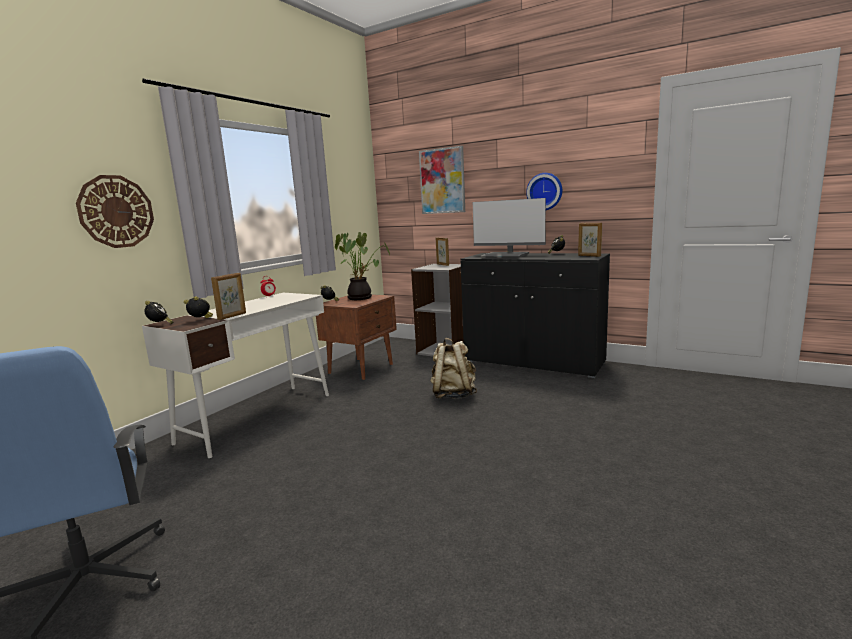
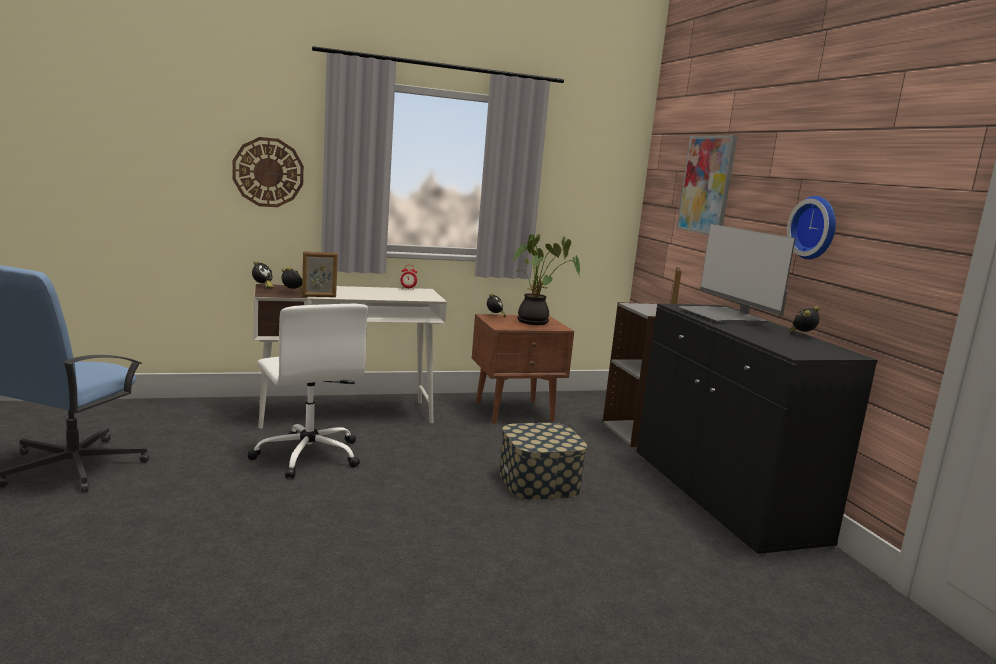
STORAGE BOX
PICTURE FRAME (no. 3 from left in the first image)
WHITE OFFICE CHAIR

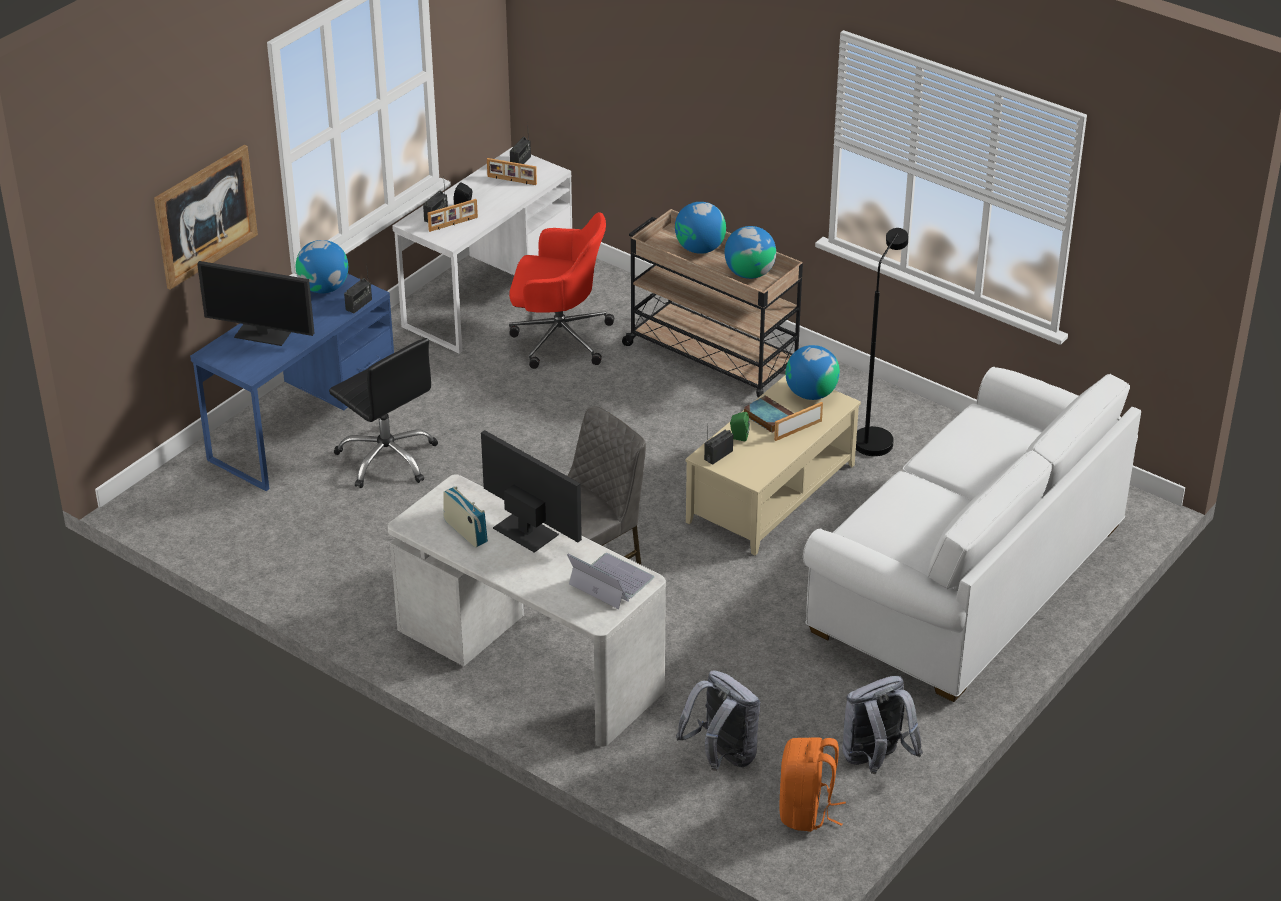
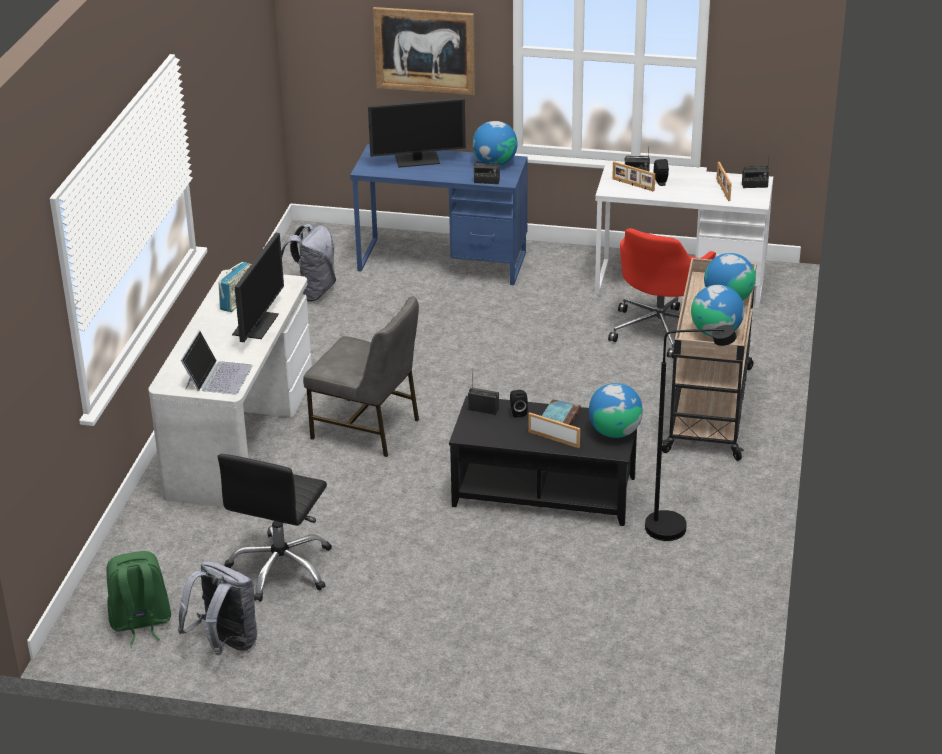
MONITOR (no. 2 from left)
BLACK OFFICE CHAIR
RED OFFICE CHAIR
GREY BACKPACK (no. 2 from left)
BLACK COFFEE TABLE
BLACK SPEAKER (no. 1 from left)
GREEN BACKPACK
WHITE SOFA

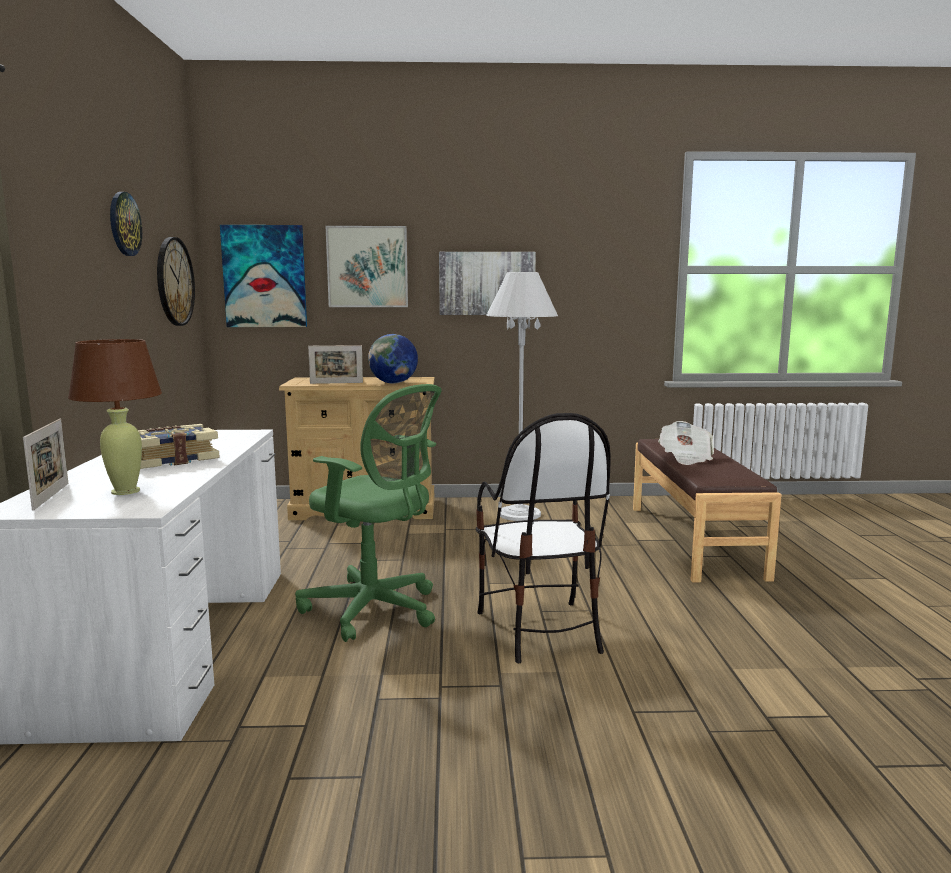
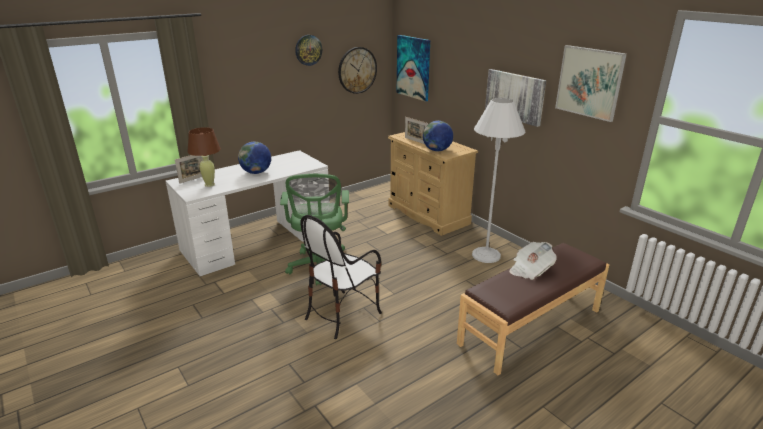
GLOBE (no. 1 from left)
PICTURE (no. 3 from left)

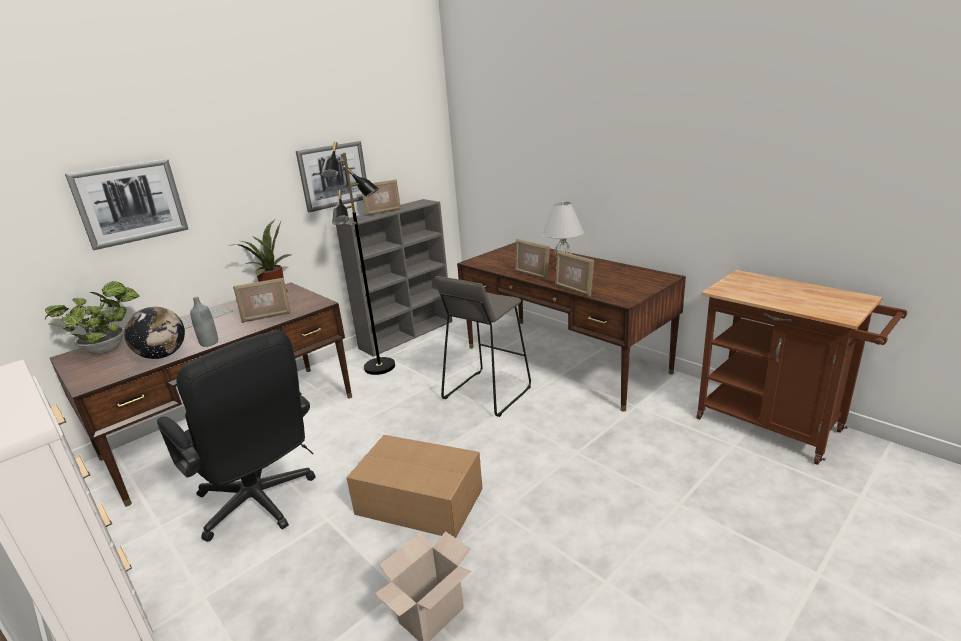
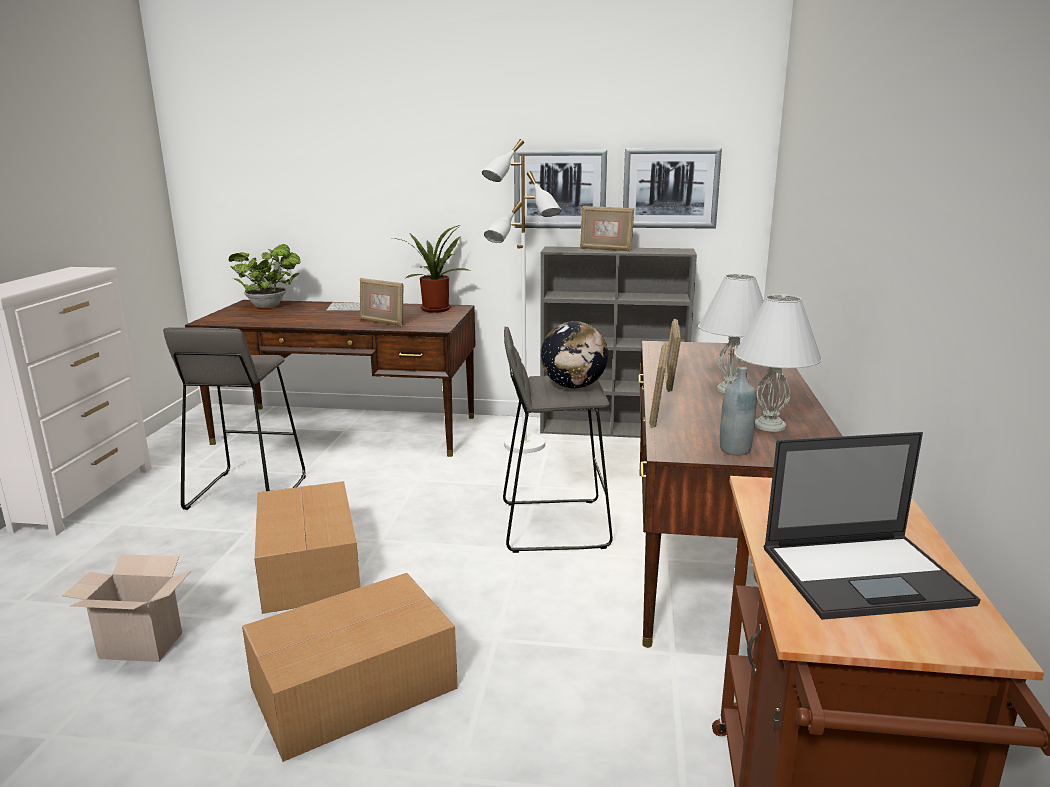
PICTURE (no. 2 from left)
GLOBE
GREY STOOL (no. 1 from left)
GREY BOTTLE
WHITE FLOOR LAMP
CARDBOARD BOX (no. 3 from left)
WHITE TABLE LAMP (no. 2 from left)
LAPTOP

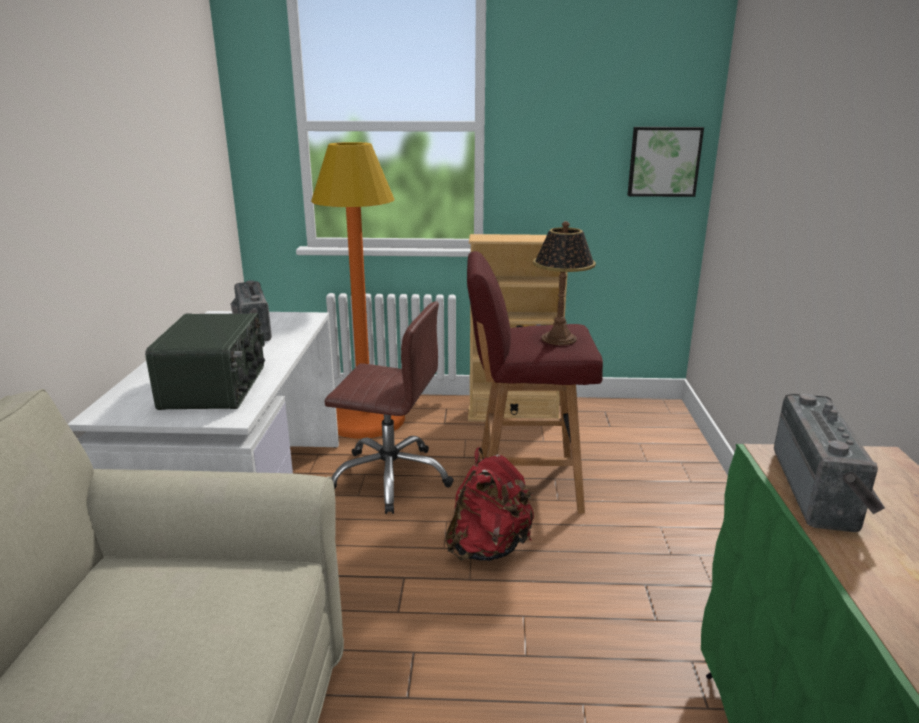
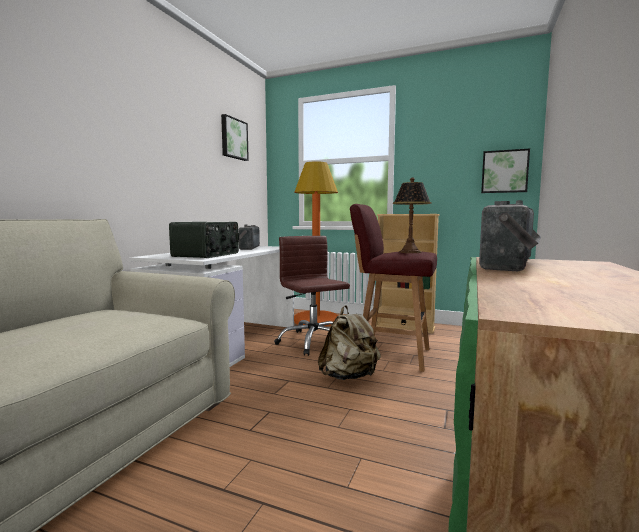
BROWN OFFICE CHAIR
BEIGE BACKPACK
PICTURE (no. 1 from left)

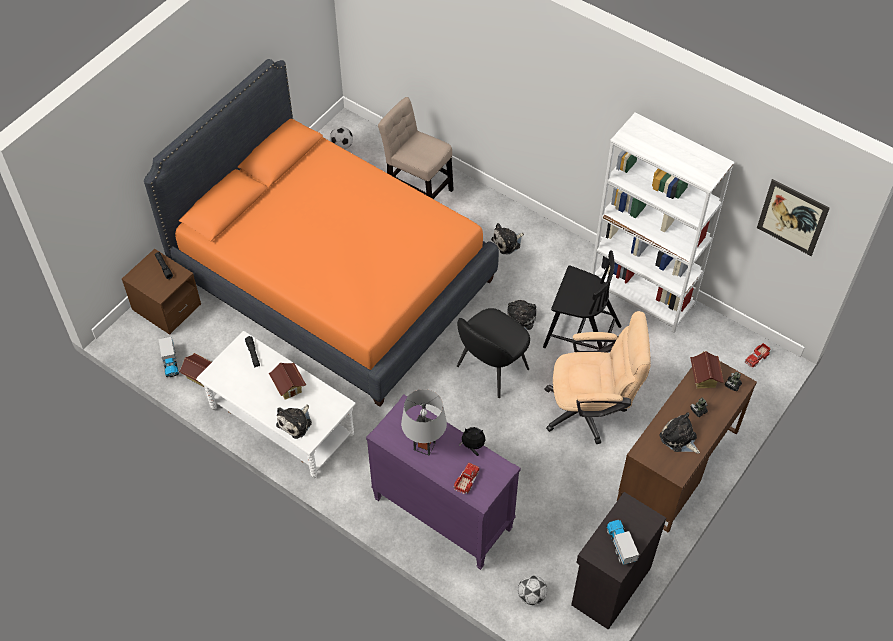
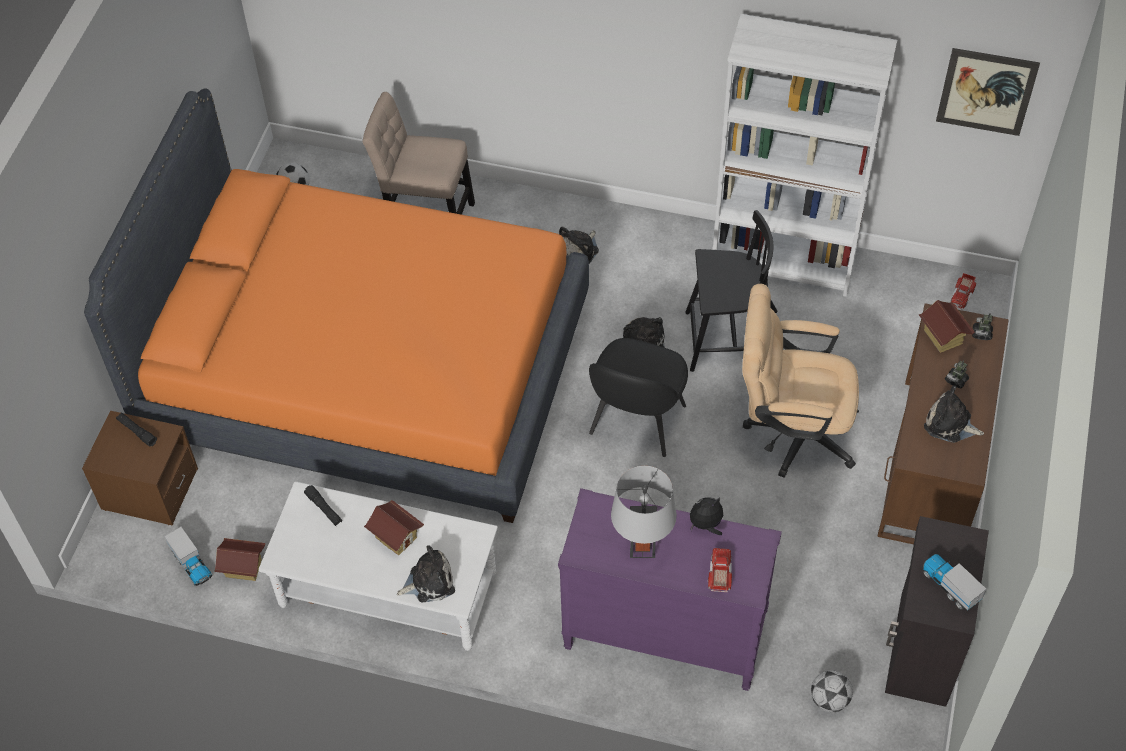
PLUSH TOY (no. 1 from left)
BEIGE OFFICE CHAIR

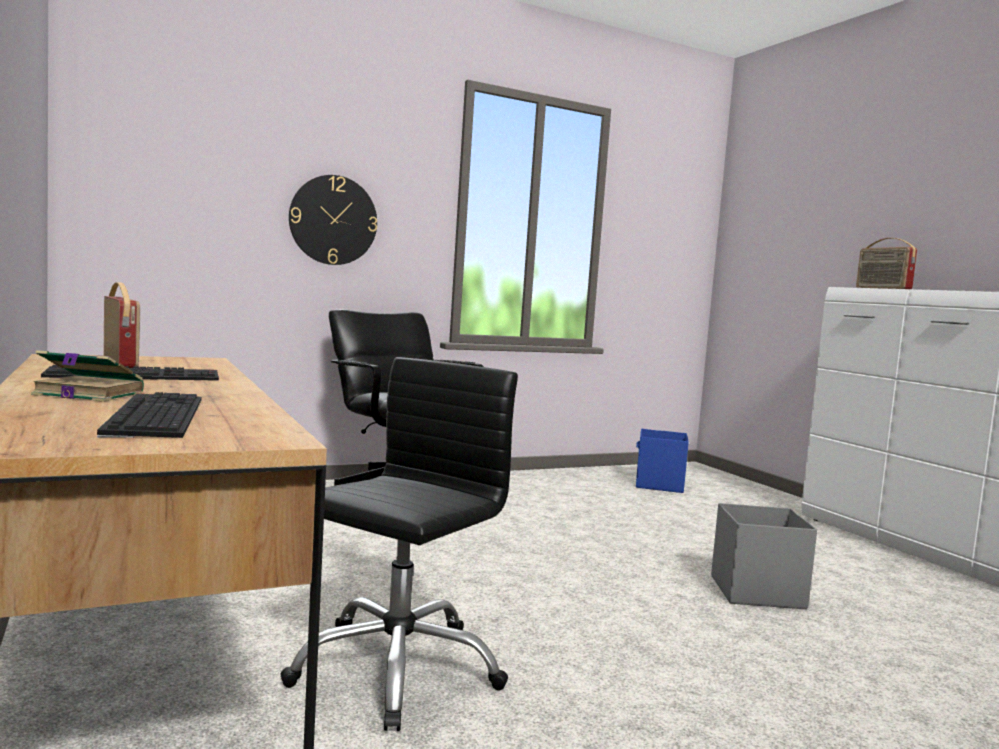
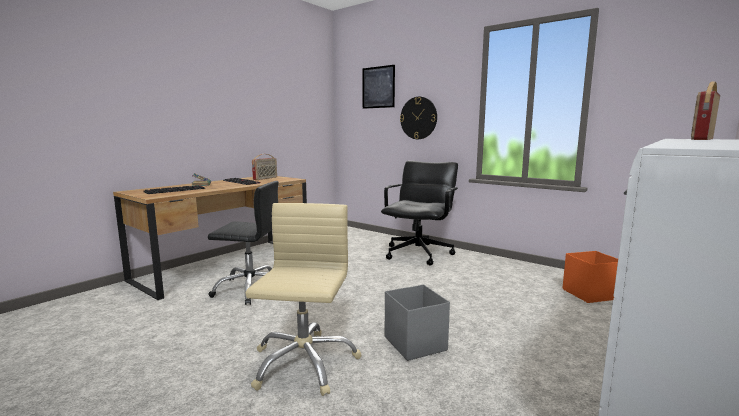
ORANGE STORAGE BOX
BEIGE OFFICE CHAIR
PICTURE

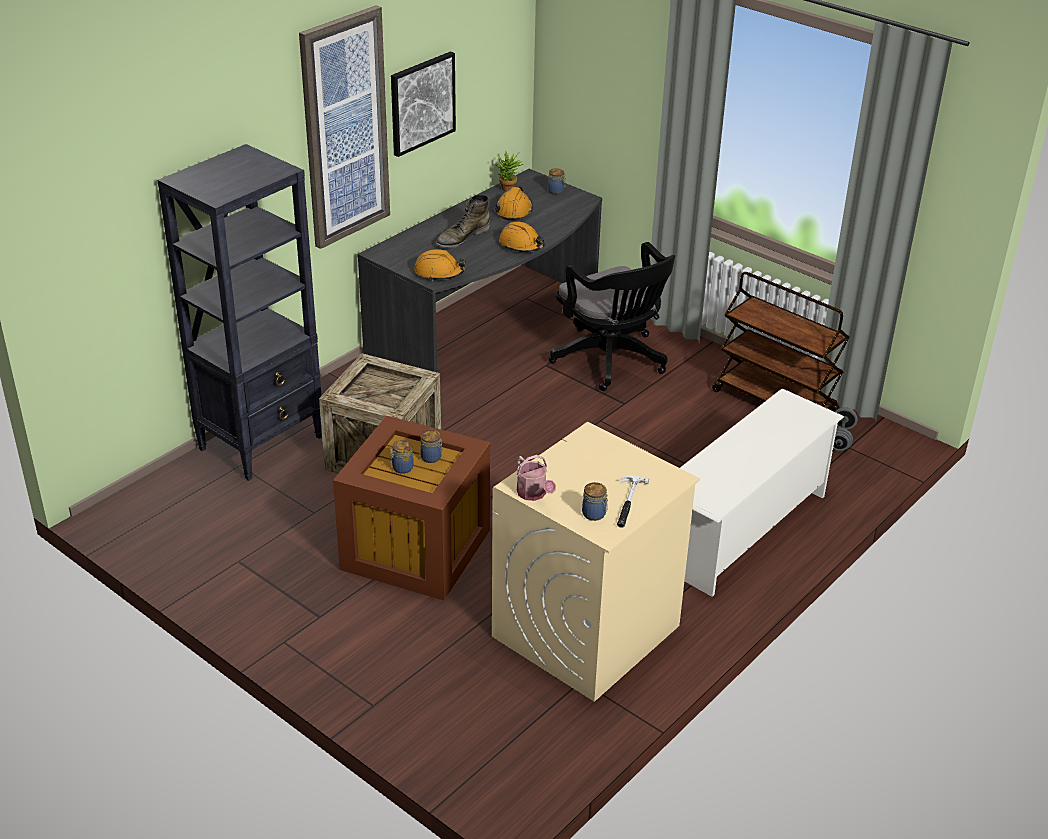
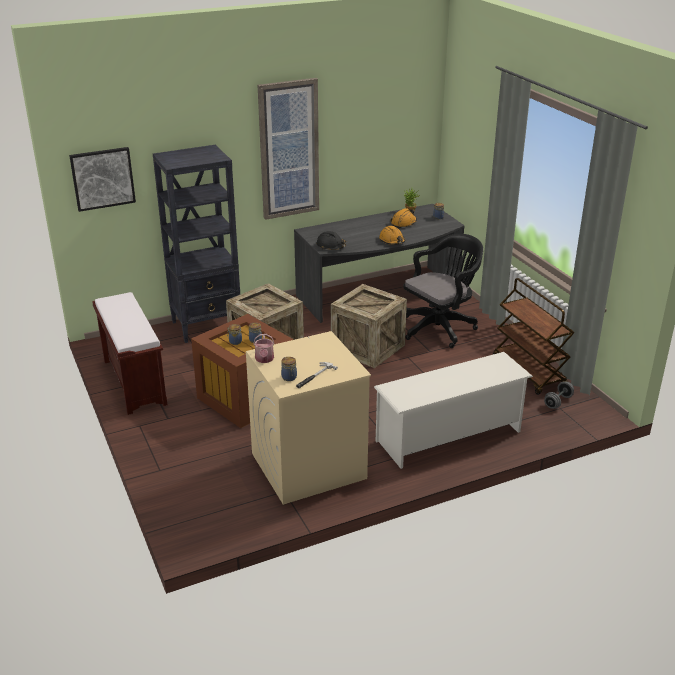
PICTURE (no. 1 from left)
BLACK HARD HAT
GREEN BOOT
BLACK OFFICE CHAIR
BROWN BENCH
CRATE (no. 2 from left)

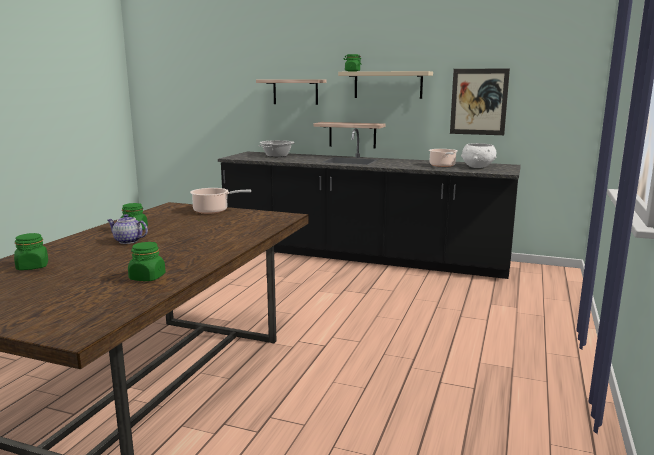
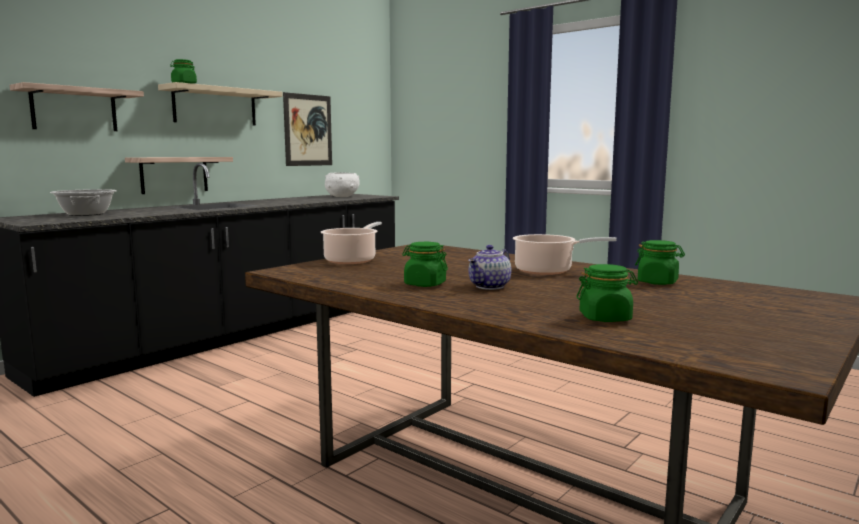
COOKING POT (no. 3 from left)

